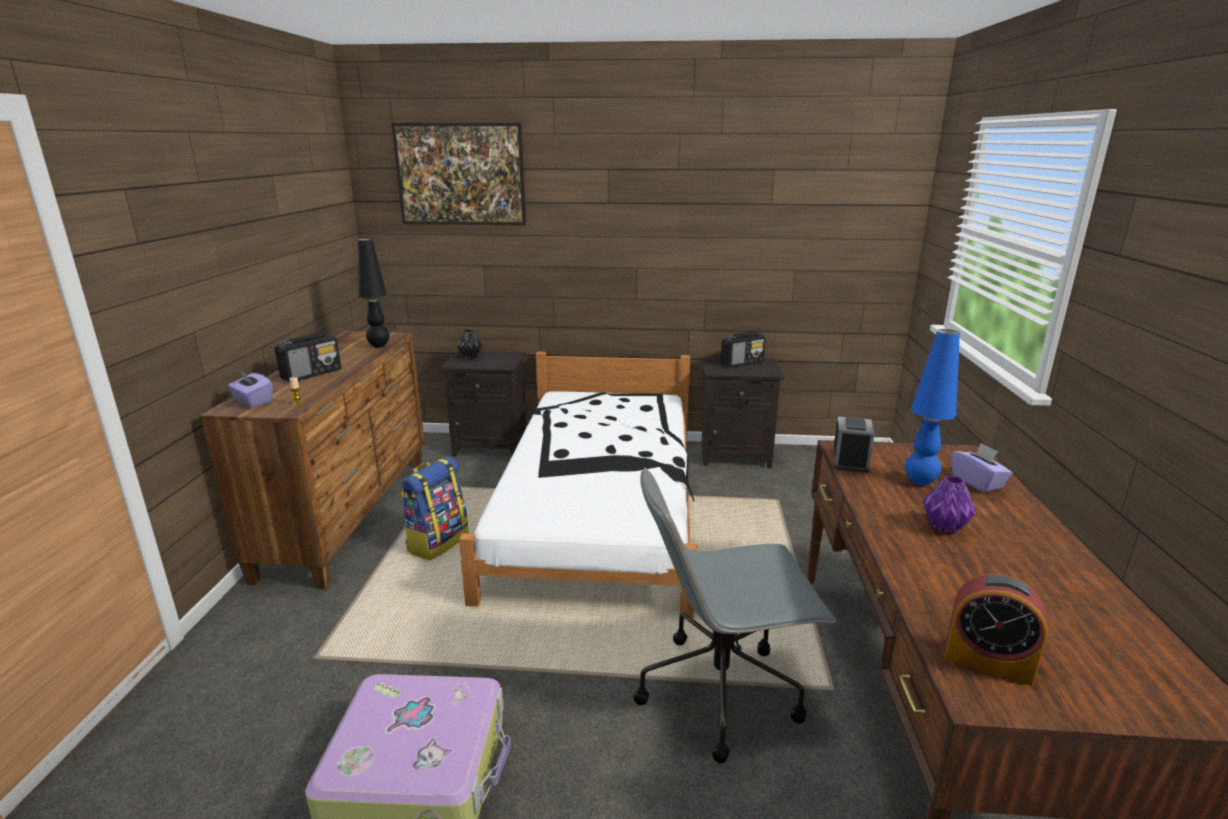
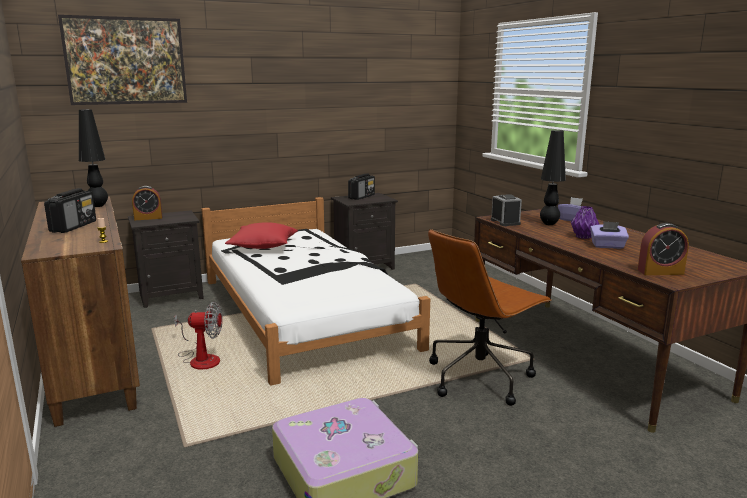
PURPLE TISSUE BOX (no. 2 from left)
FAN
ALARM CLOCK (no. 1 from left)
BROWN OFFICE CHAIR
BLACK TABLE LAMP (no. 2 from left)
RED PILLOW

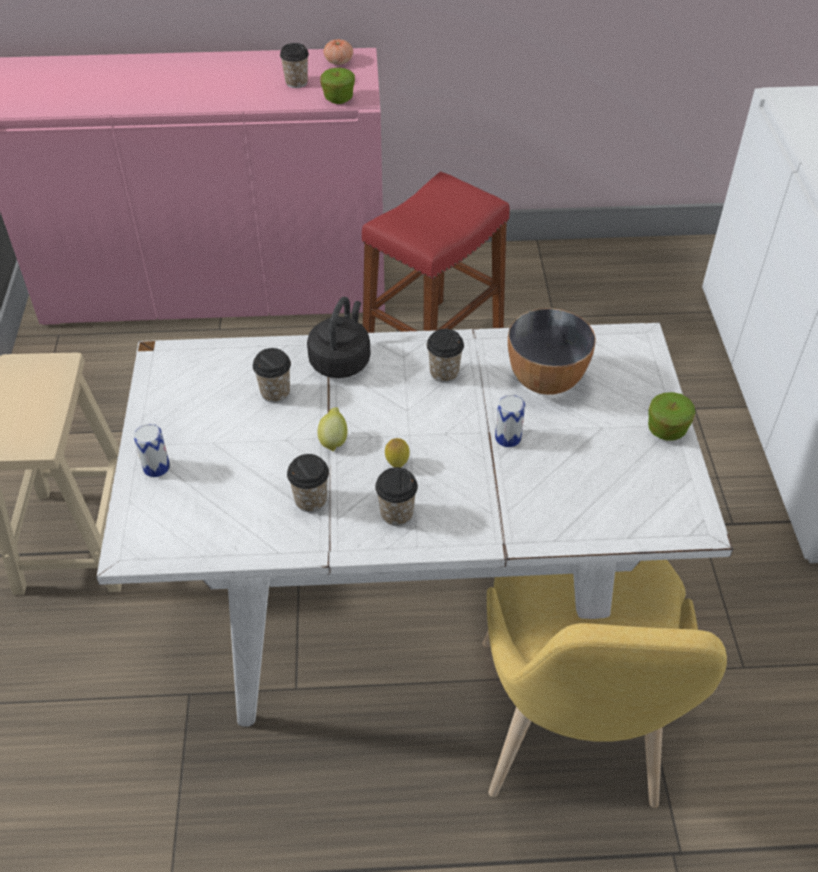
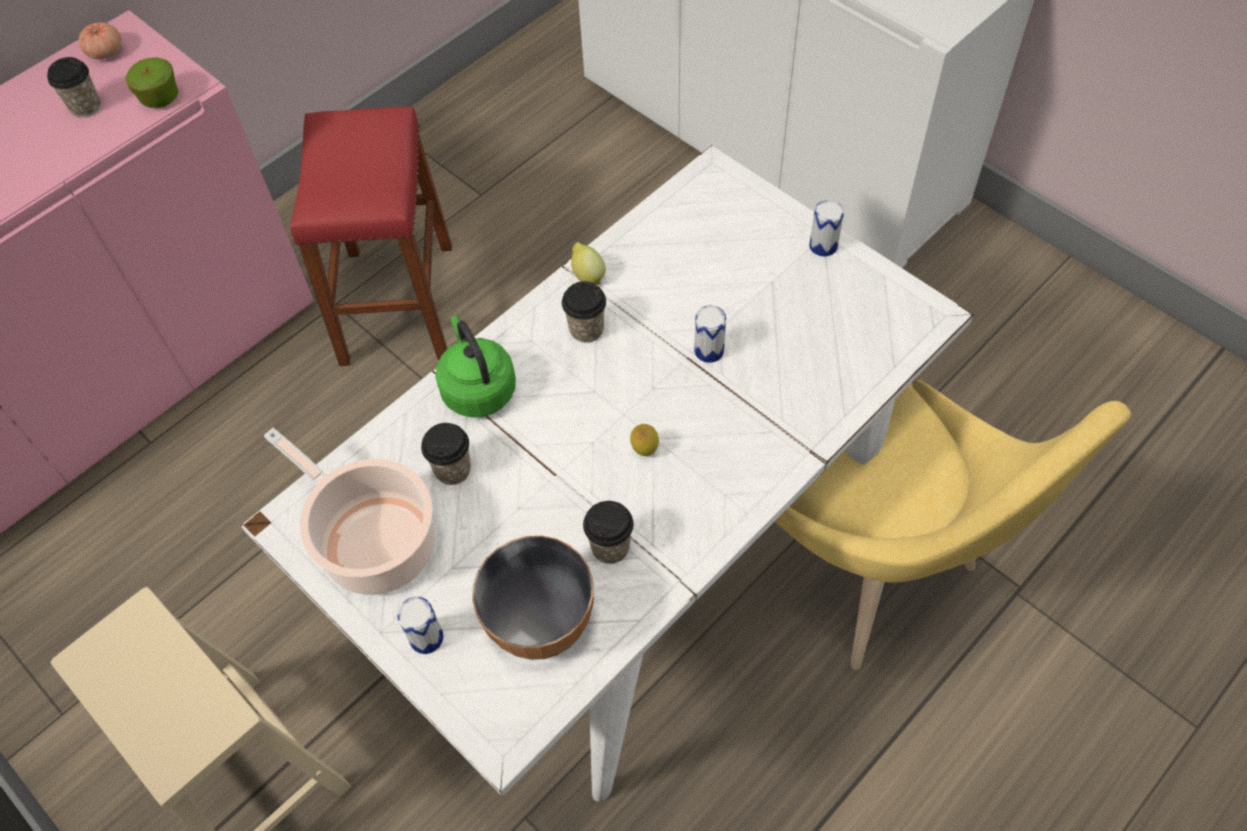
GREEN KETTLE
LEMON (no. 1 from left)
CUP (no. 4 from left in the first image)
BOWL
CAN (no. 3 from left)
COOKING POT

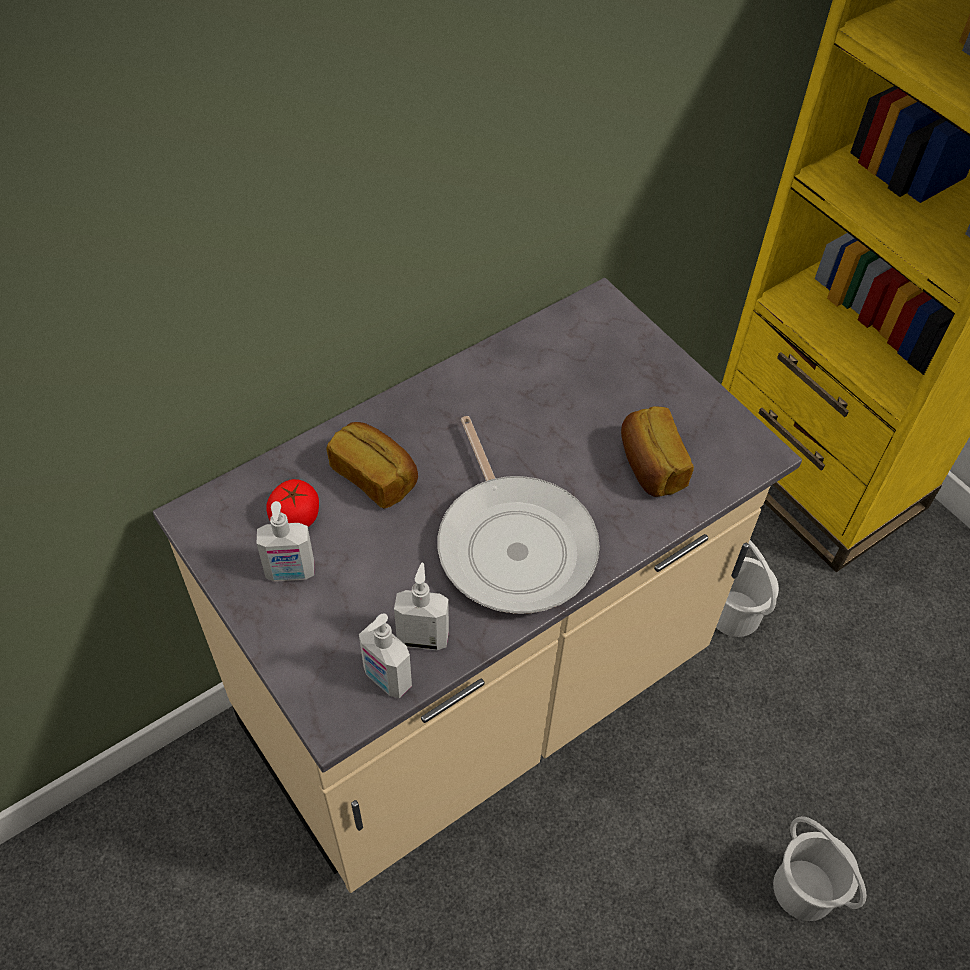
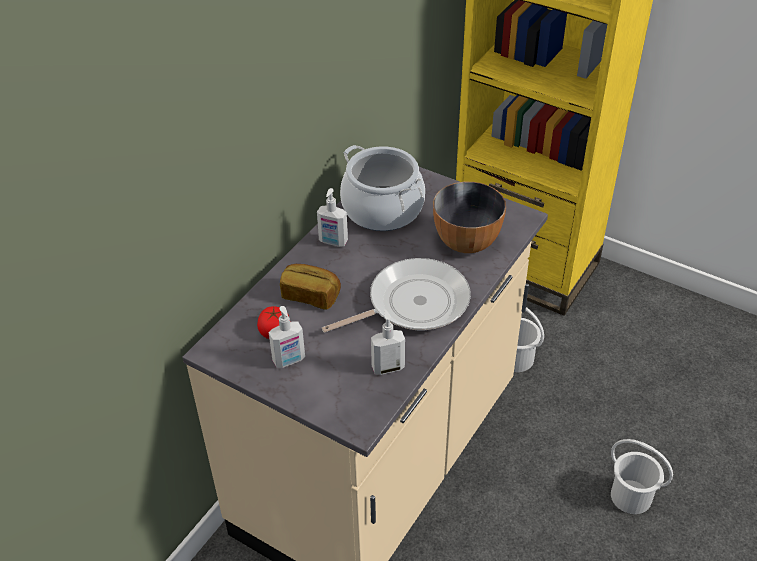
SOAP DISPENSER (no. 2 from left)
FRYING PAN
BOWL
COOKING POT

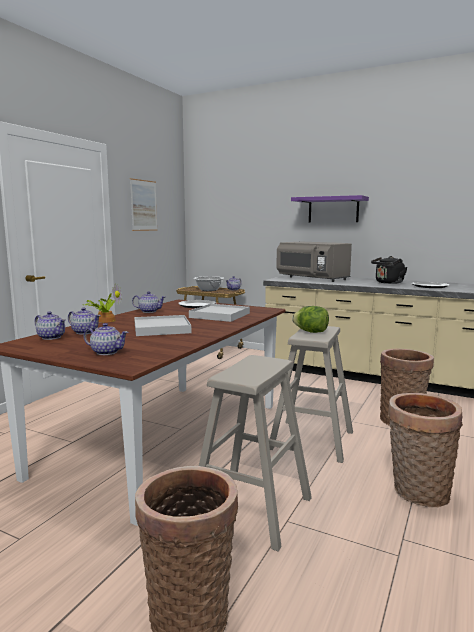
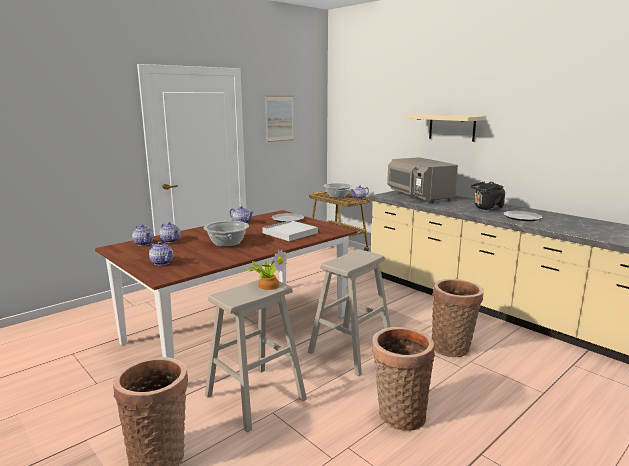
POTTED PLANT
COOKING POT (no. 1 from left)
BEIGE SHELF
LETTUCE

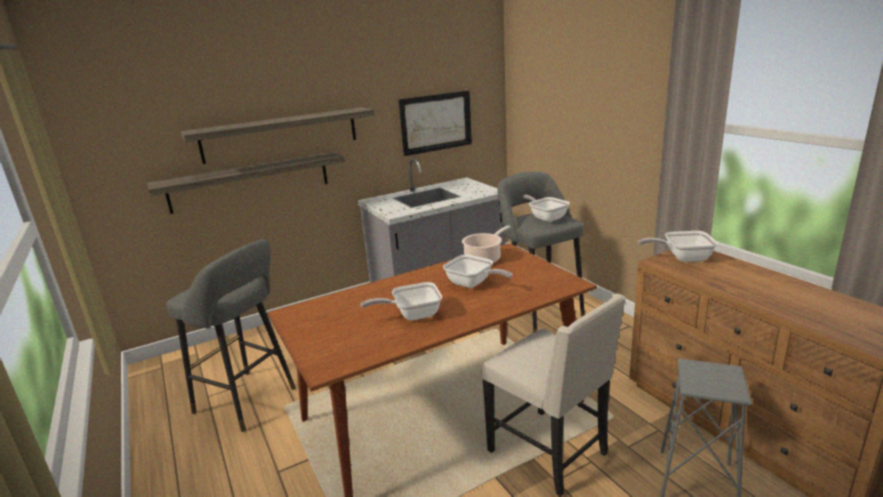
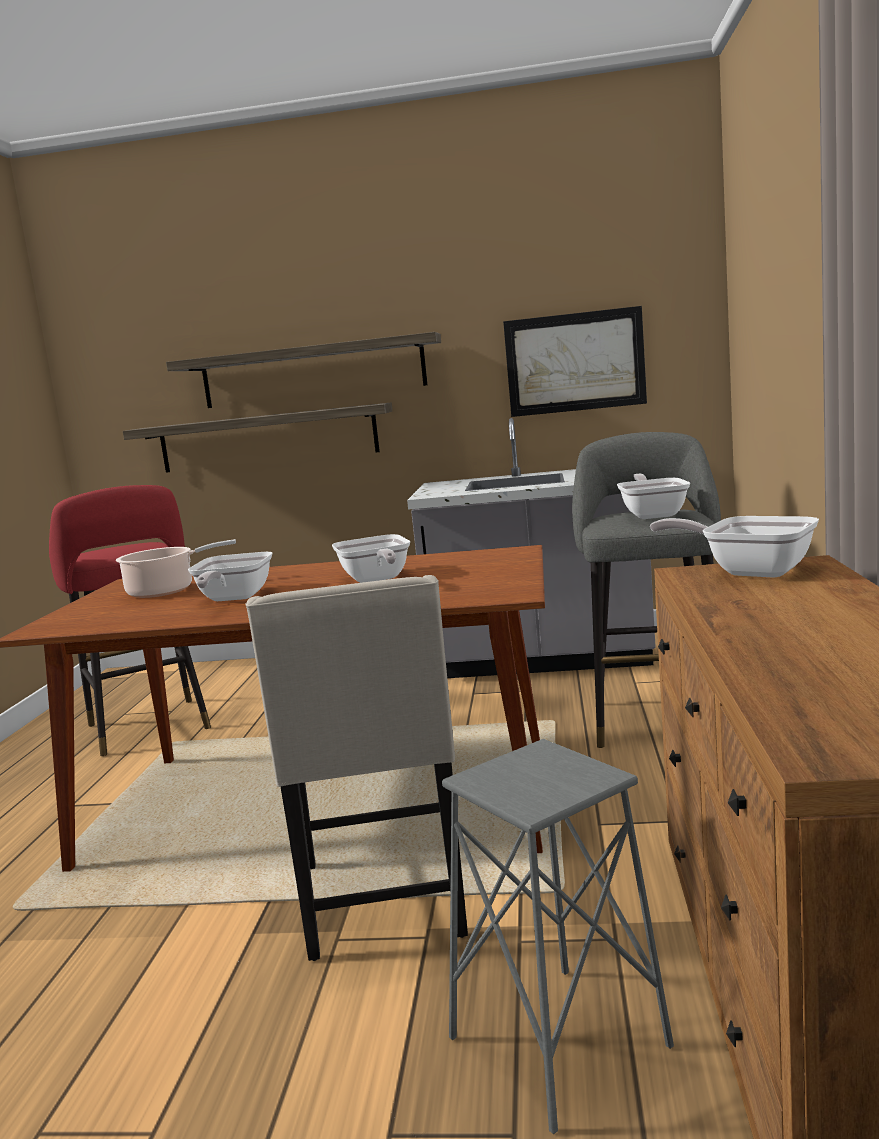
RED STOOL
FRYING PAN (no. 1 from left)
COOKING POT

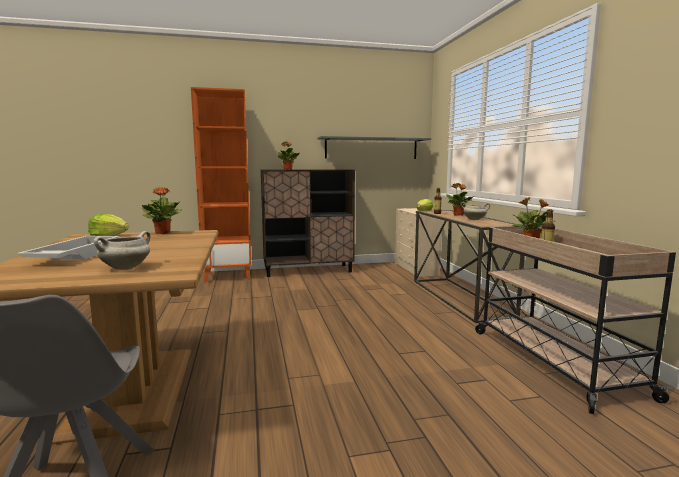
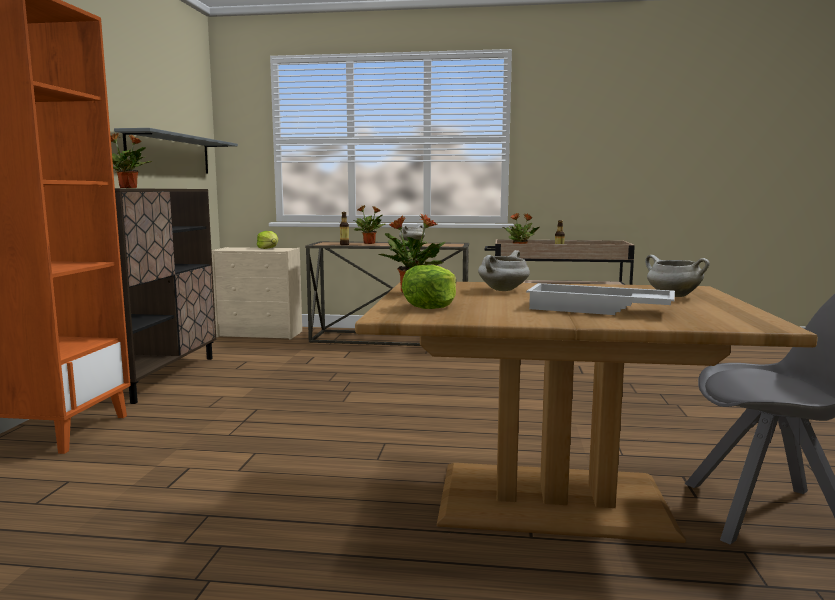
WHITE COOKING POT (no. 2 from left)

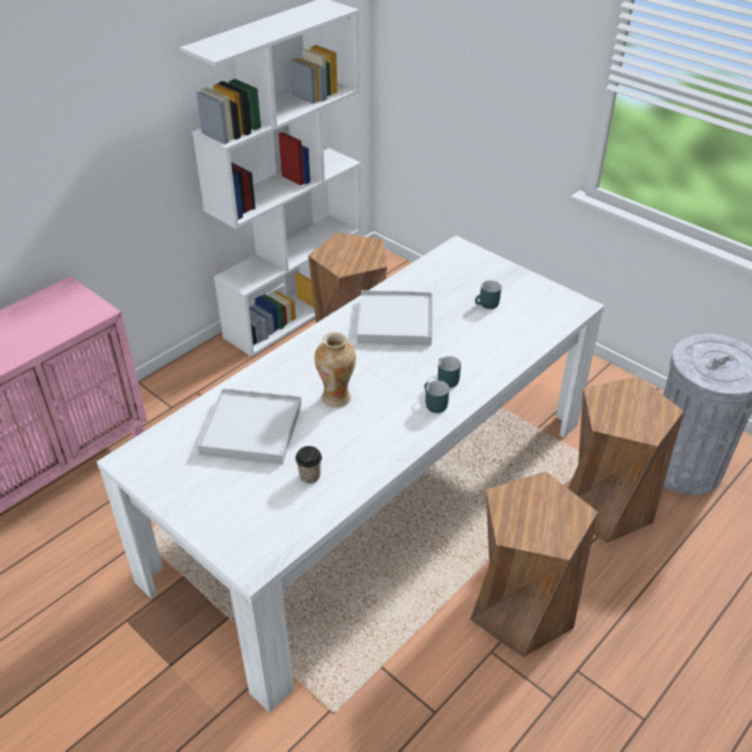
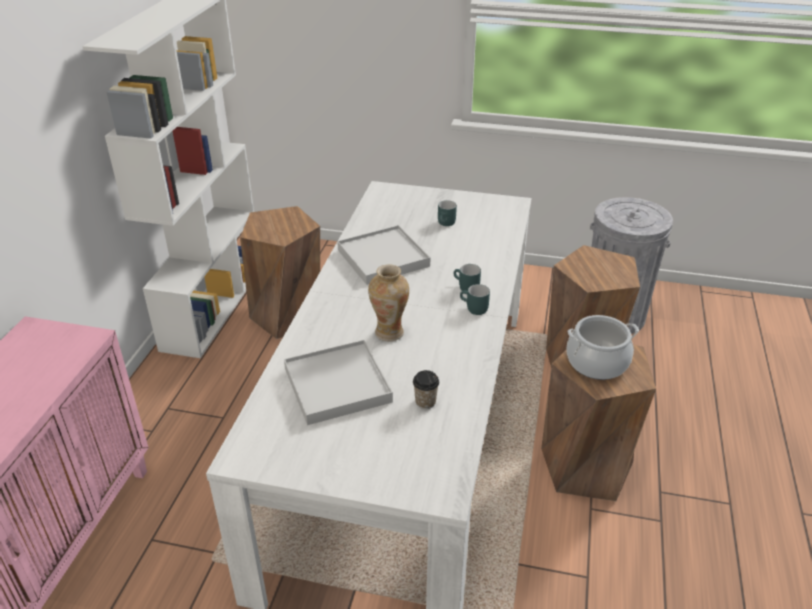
COOKING POT

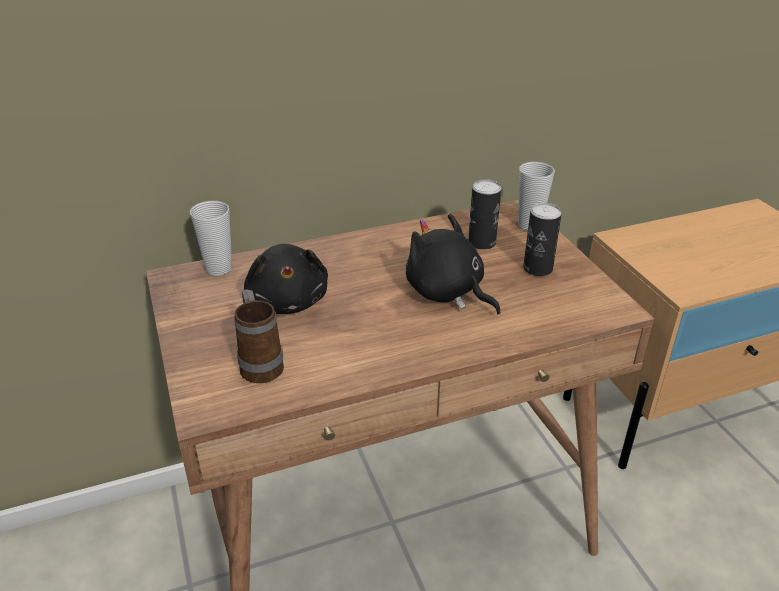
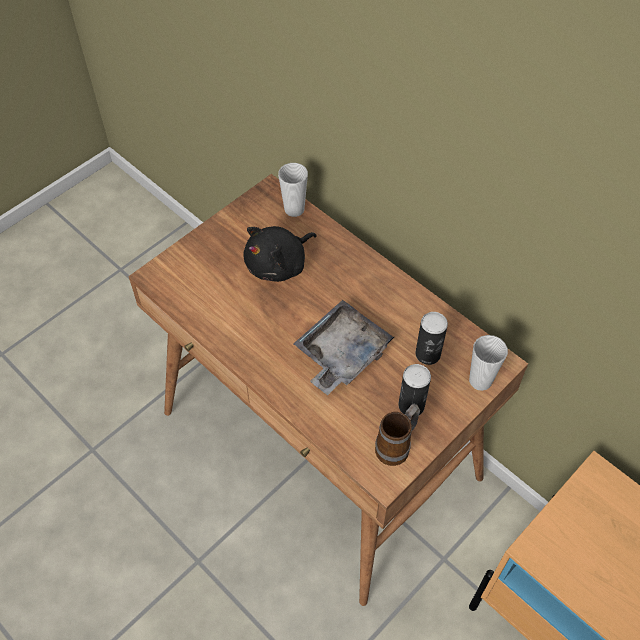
MUG
GREY TRAY

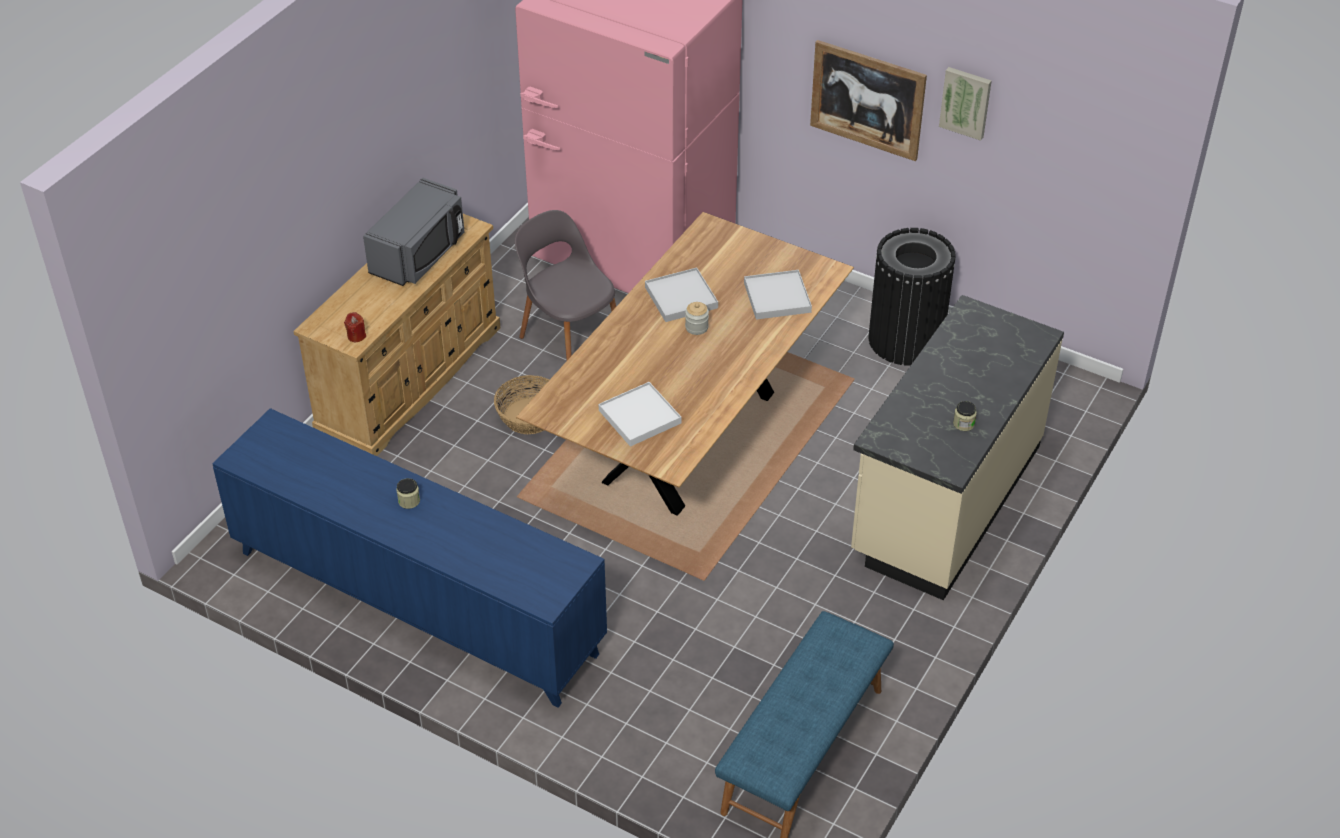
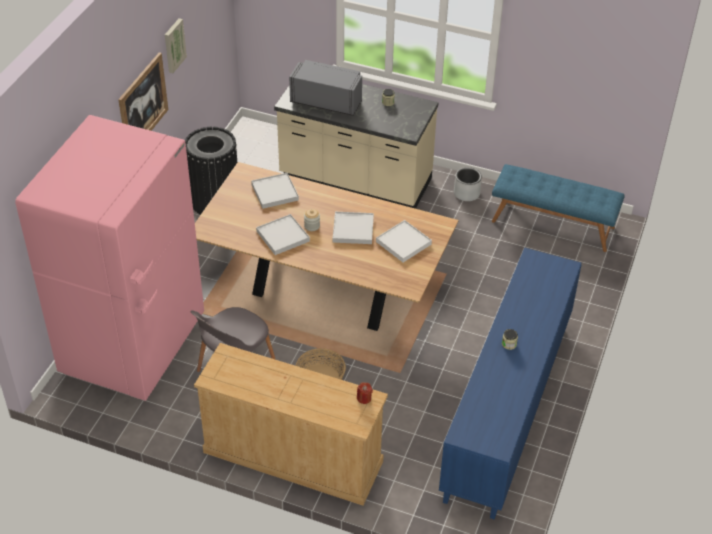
GREY MICROWAVE
WHITE TRAY (no. 3 from left)
GREY PLANTER

